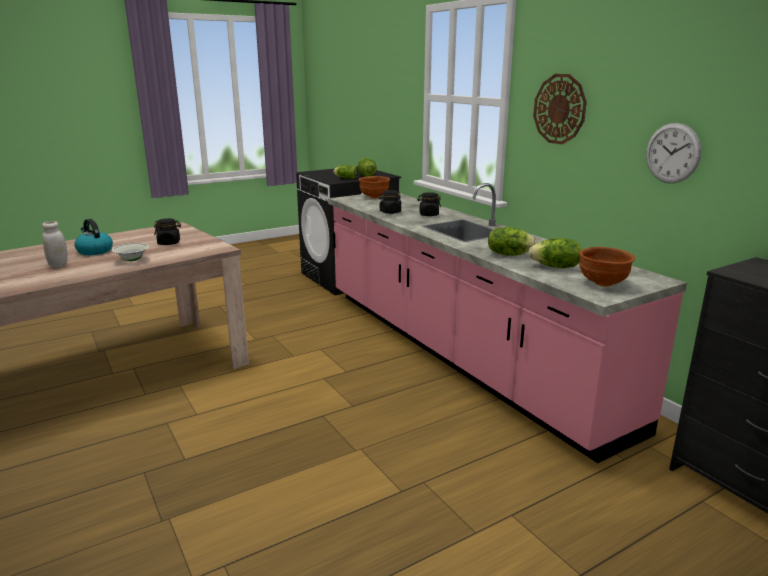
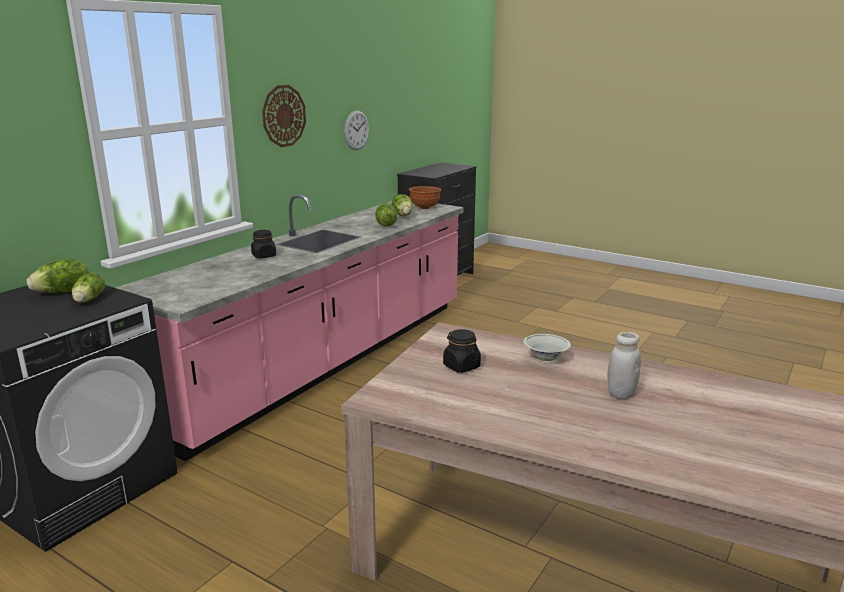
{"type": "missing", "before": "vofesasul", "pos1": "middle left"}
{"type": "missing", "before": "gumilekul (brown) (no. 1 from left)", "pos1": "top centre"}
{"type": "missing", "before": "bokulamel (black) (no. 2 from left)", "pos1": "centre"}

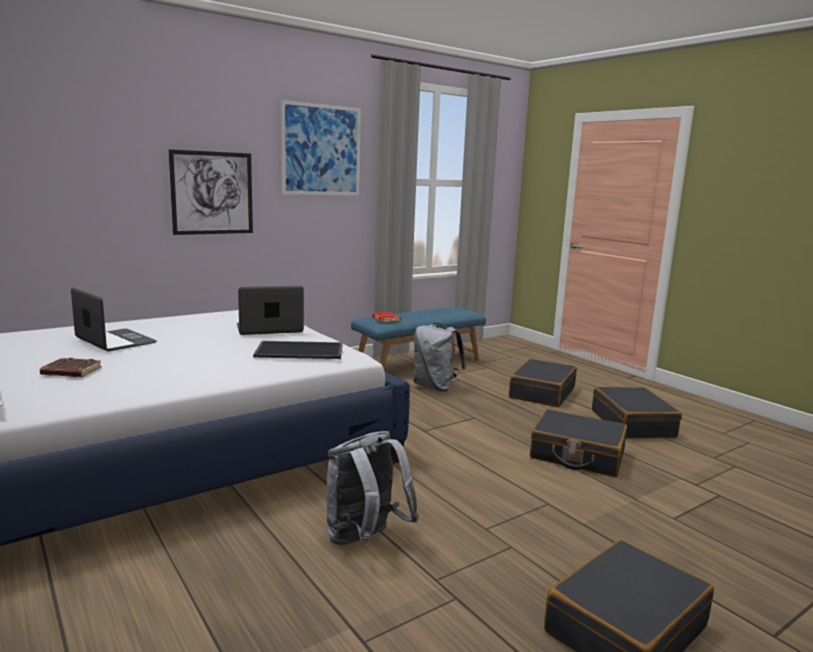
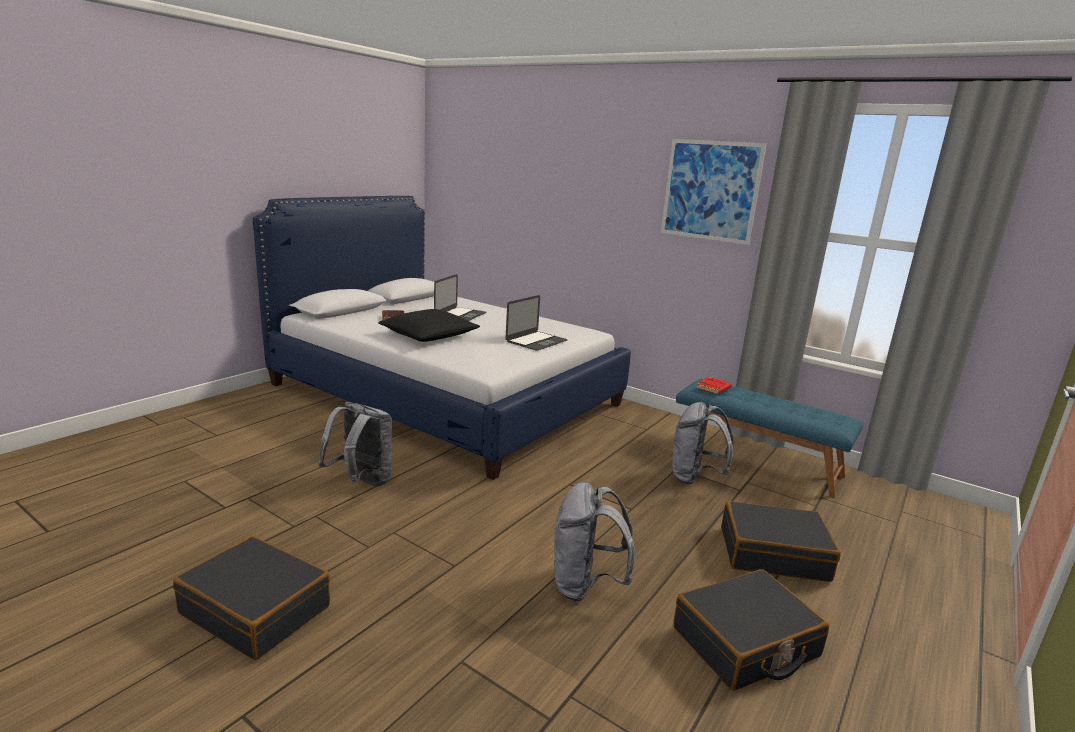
{"type": "missing", "before": "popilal (no. 1 from left)", "pos1": "top left"}
{"type": "spun", "before": "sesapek (no. 2 from left)", "pos1": "middle left", "pos2": "centre", "turn": 75}
{"type": "missing", "before": "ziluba", "pos1": "centre"}
{"type": "exchanged", "before": "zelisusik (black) (no. 2 from left)", "after": "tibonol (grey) (no. 2 from left)", "pos1": "bottom right", "pos2": "bottom centre"}
{"type": "appeared", "after": "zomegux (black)", "pos2": "centre"}

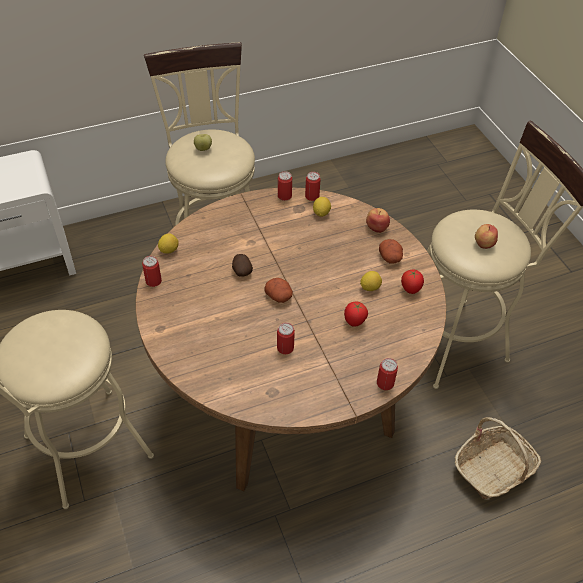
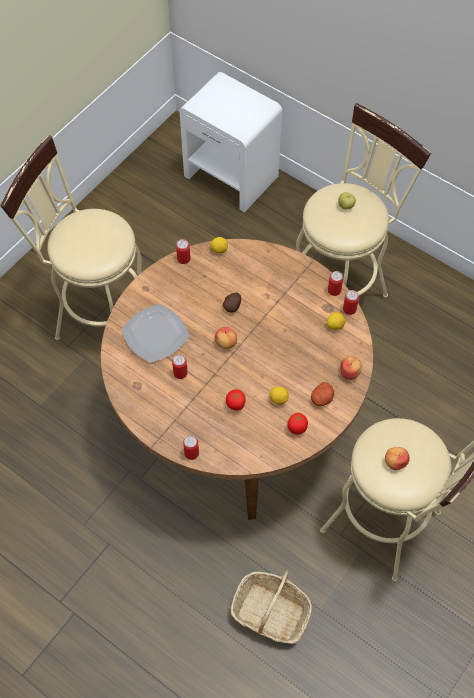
{"type": "exchanged", "before": "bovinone (no. 2 from left)", "after": "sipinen (no. 1 from left)", "pos1": "centre", "pos2": "centre"}
{"type": "appeared", "after": "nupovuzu", "pos2": "middle left"}

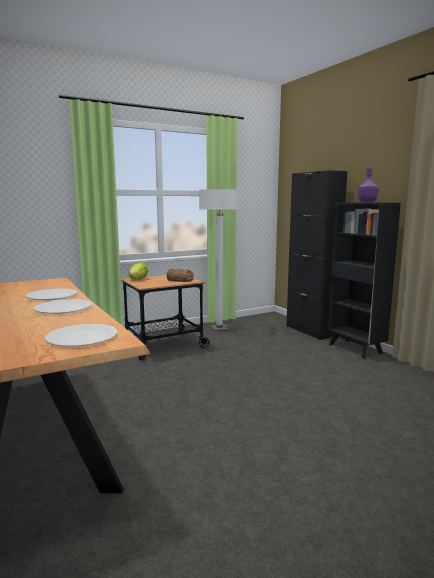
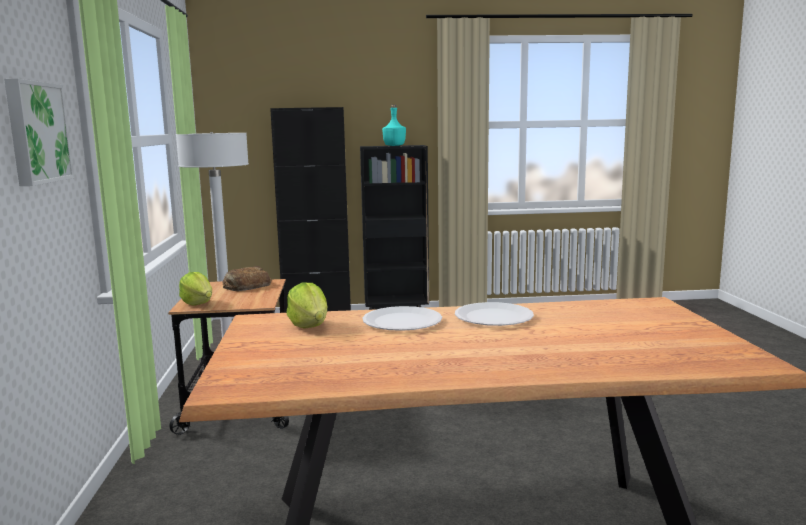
{"type": "missing", "before": "nupovuzu (white) (no. 3 from left)", "pos1": "middle left"}
{"type": "colour", "before": "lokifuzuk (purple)", "after": "lokifuzuk (turquoise)", "pos1": "top right", "pos2": "top centre"}
{"type": "appeared", "after": "popilal", "pos2": "top left"}
{"type": "appeared", "after": "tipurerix (no. 2 from left)", "pos2": "centre"}

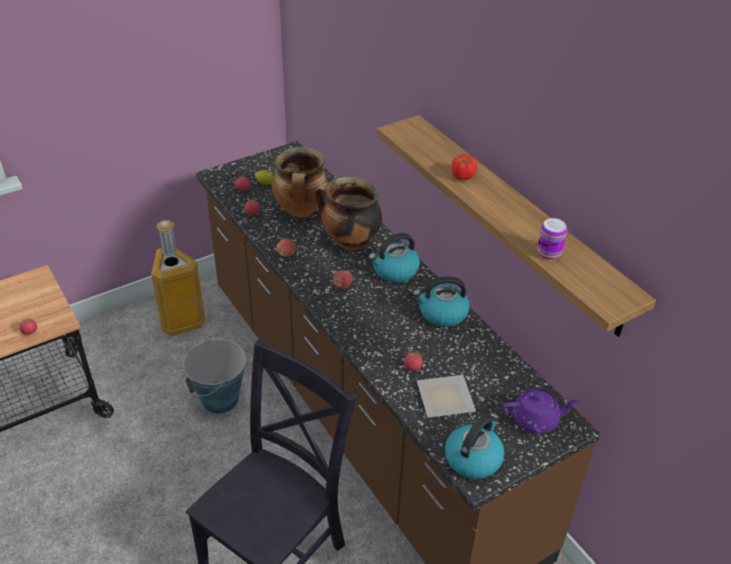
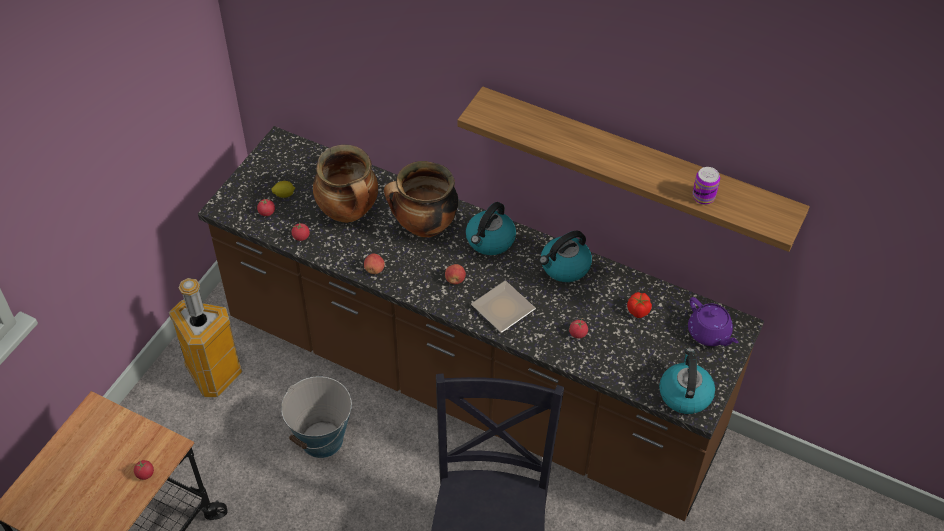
{"type": "relocated", "before": "nupovuzu", "pos1": "bottom centre", "pos2": "centre"}
{"type": "relocated", "before": "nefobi (no. 5 from left)", "pos1": "top centre", "pos2": "middle right"}
{"type": "spun", "before": "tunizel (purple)", "pos1": "bottom right", "pos2": "middle right", "turn": 90}

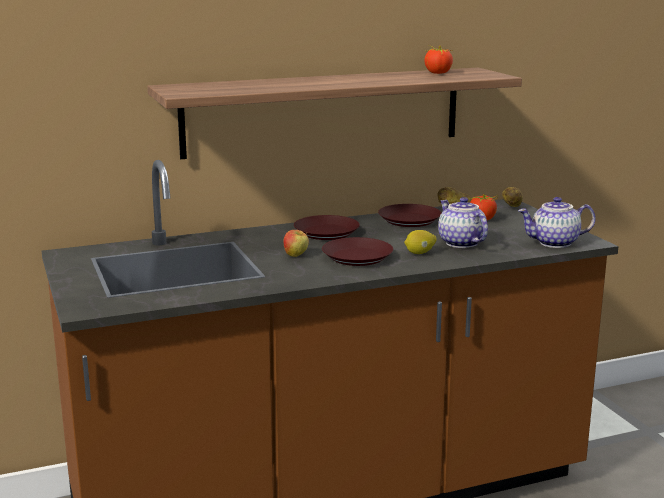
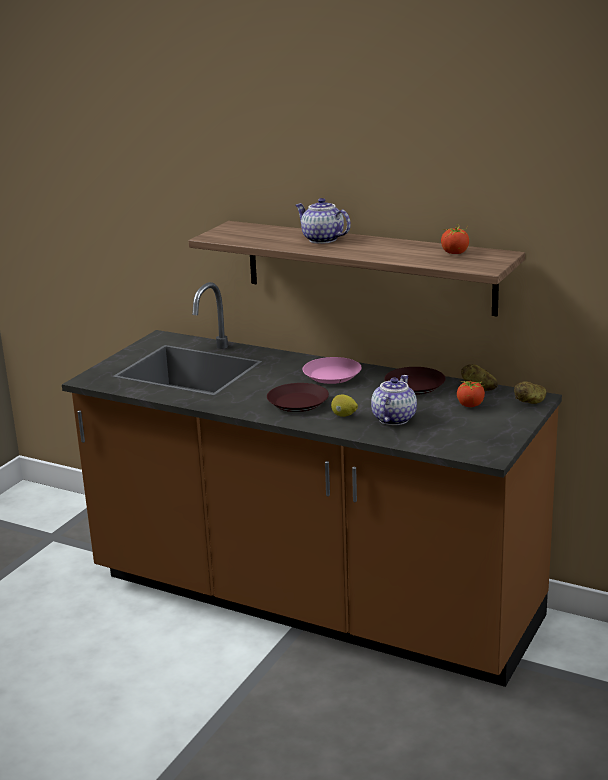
{"type": "missing", "before": "sipinen", "pos1": "centre"}
{"type": "colour", "before": "nupovuzu (brown) (no. 1 from left)", "after": "nupovuzu (pink)", "pos1": "centre", "pos2": "centre"}
{"type": "relocated", "before": "tunizel (no. 2 from left in the first image)", "after": "tunizel (no. 1 from left)", "pos1": "middle right", "pos2": "top centre"}

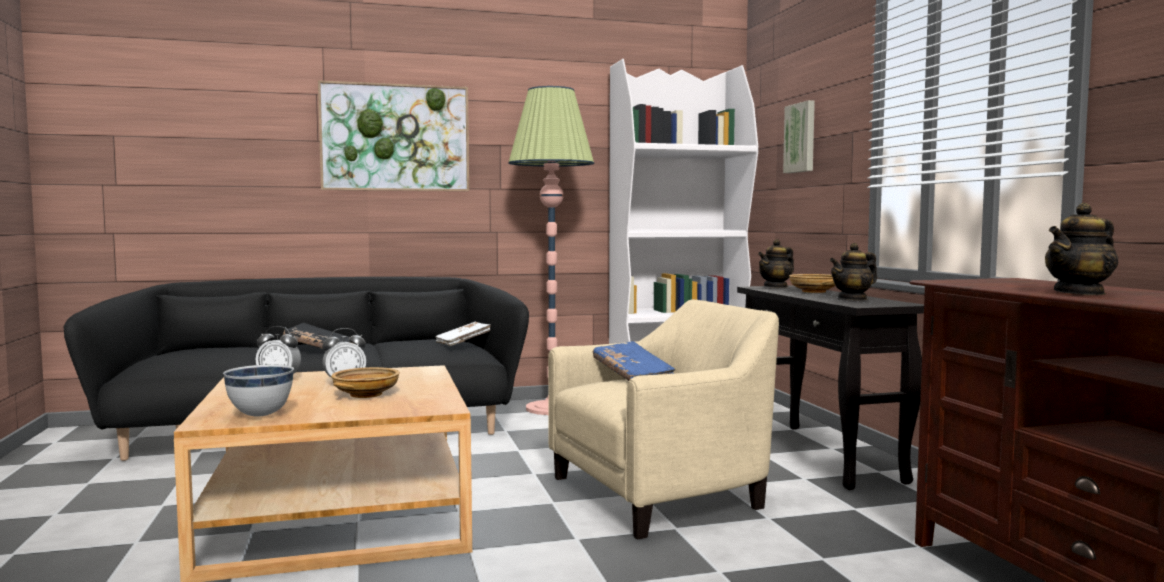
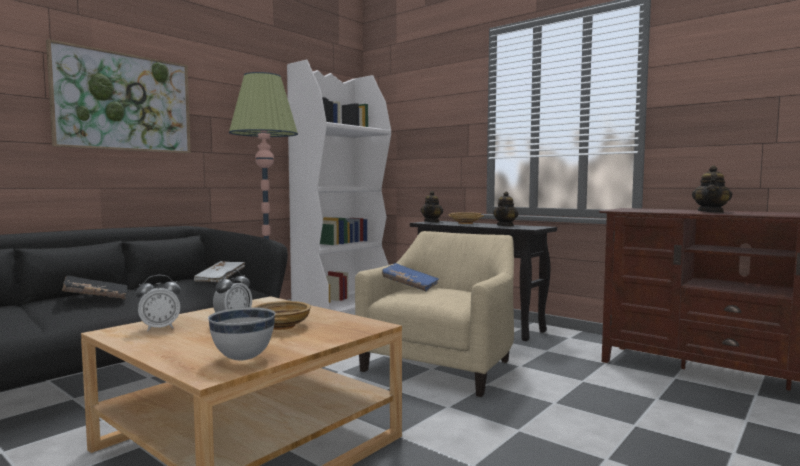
{"type": "missing", "before": "popilal (no. 2 from left)", "pos1": "top right"}

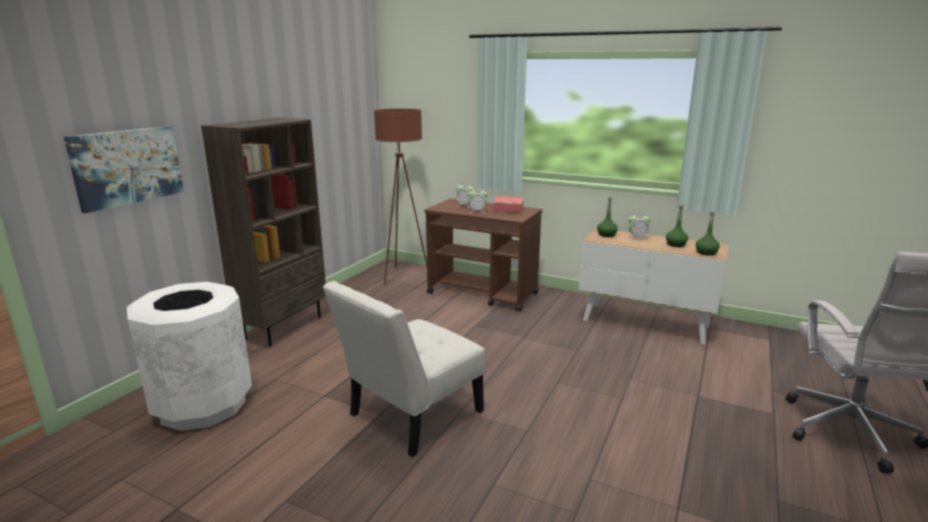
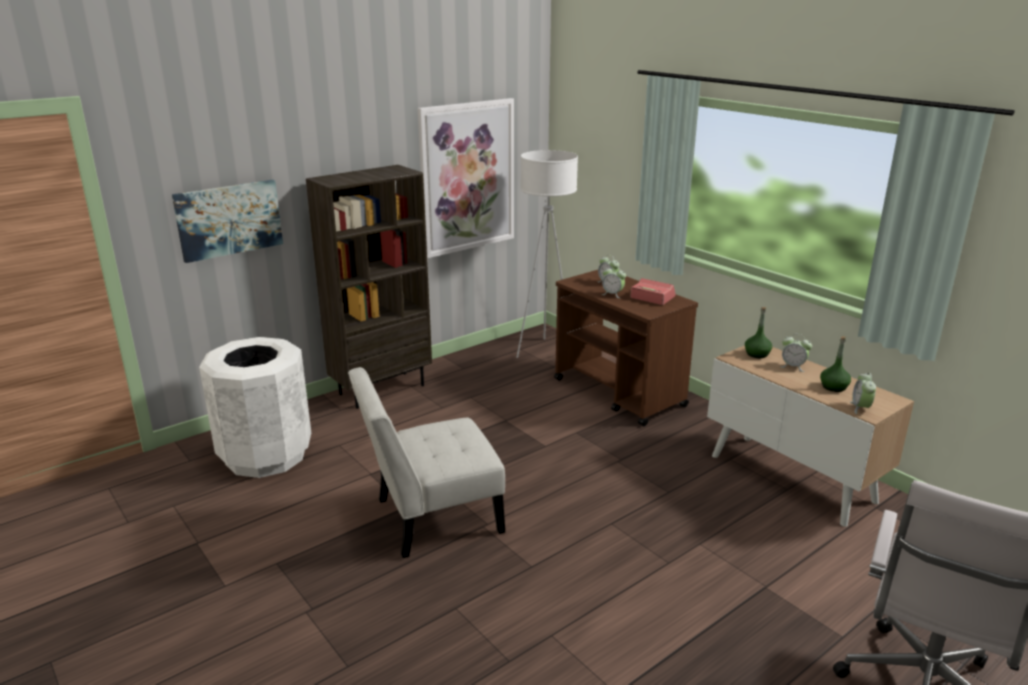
{"type": "colour", "before": "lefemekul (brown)", "after": "lefemekul (white)", "pos1": "centre", "pos2": "centre"}
{"type": "exchanged", "before": "lokifuzuk (green) (no. 3 from left)", "after": "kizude (no. 5 from left)", "pos1": "middle right", "pos2": "middle right"}
{"type": "appeared", "after": "popilal (no. 2 from left)", "pos2": "top centre"}

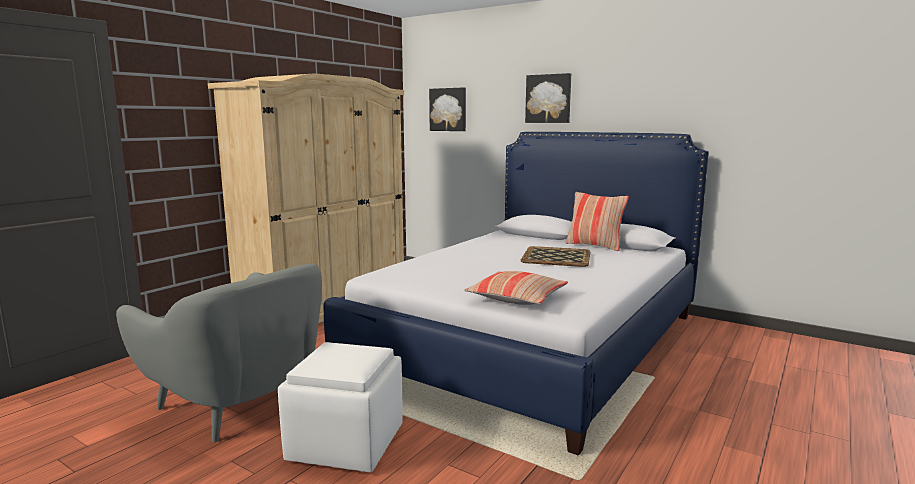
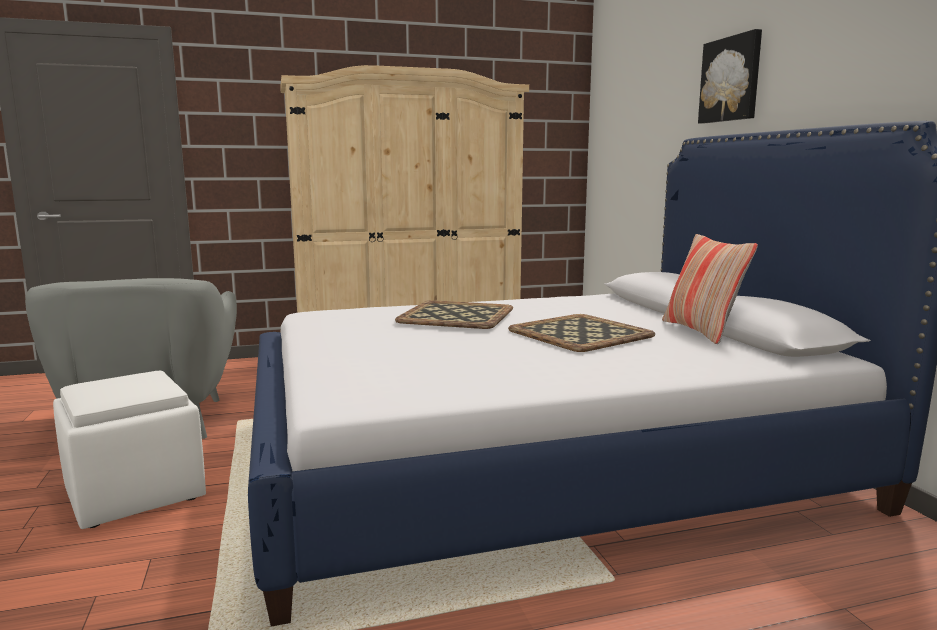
{"type": "missing", "before": "popilal (no. 1 from left)", "pos1": "top centre"}
{"type": "missing", "before": "zomegux (no. 1 from left)", "pos1": "centre"}
{"type": "appeared", "after": "ziluba (no. 1 from left)", "pos2": "centre"}

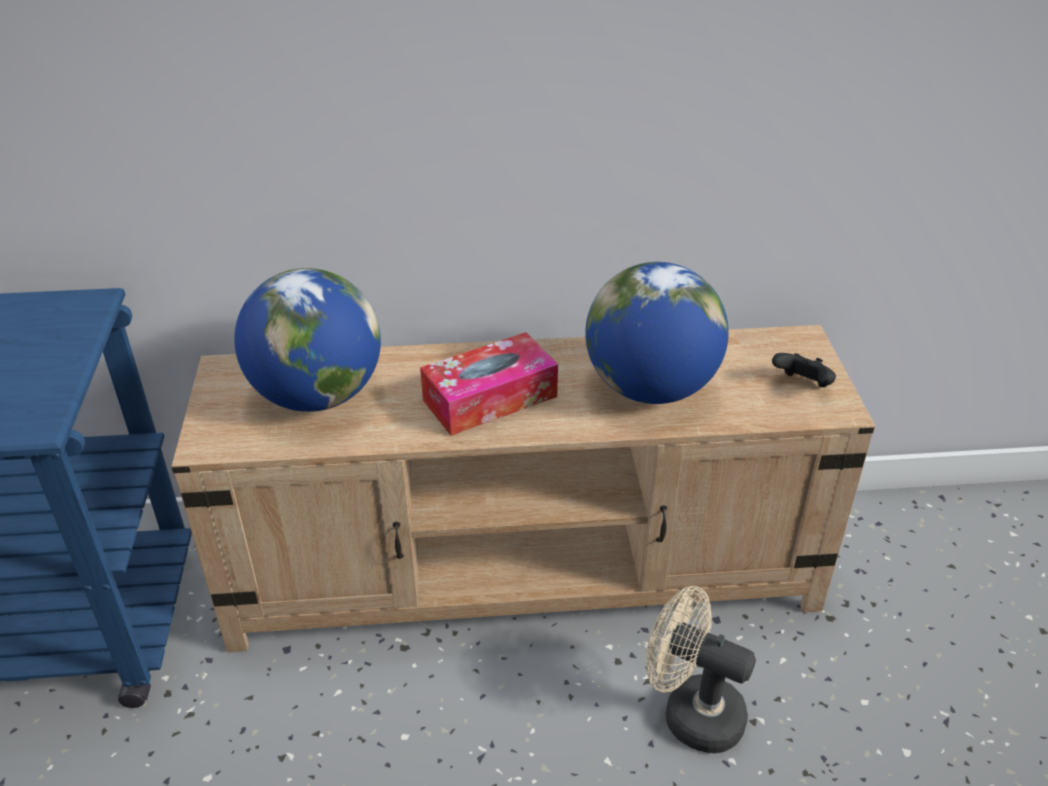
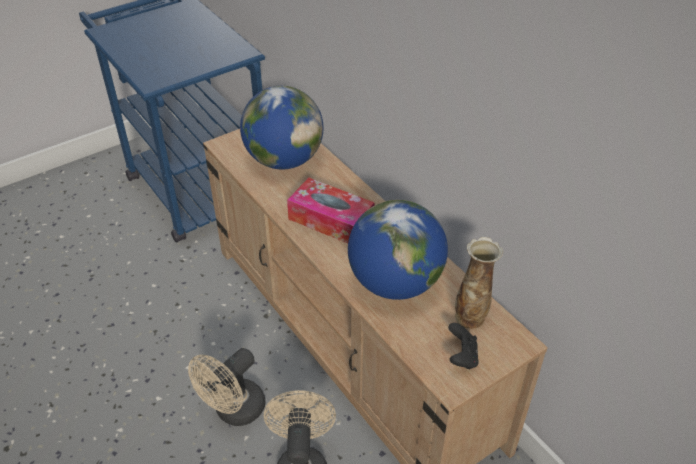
{"type": "appeared", "after": "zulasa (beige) (no. 1 from left)", "pos2": "bottom left"}
{"type": "appeared", "after": "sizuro", "pos2": "middle right"}

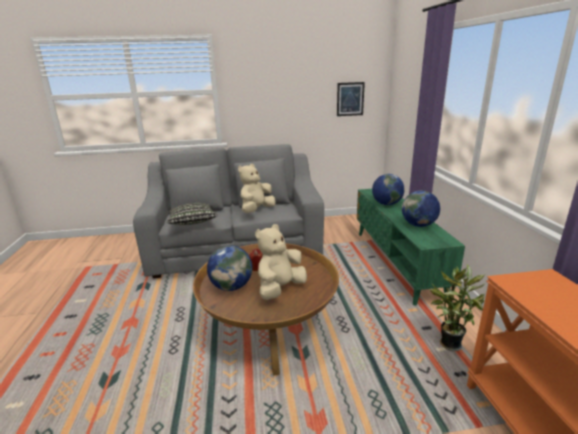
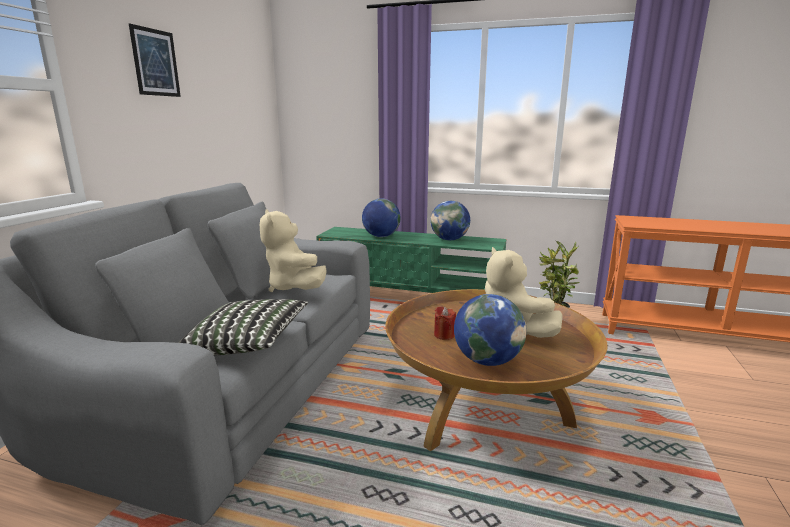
{"type": "relocated", "before": "popilal", "pos1": "top centre", "pos2": "top left"}

